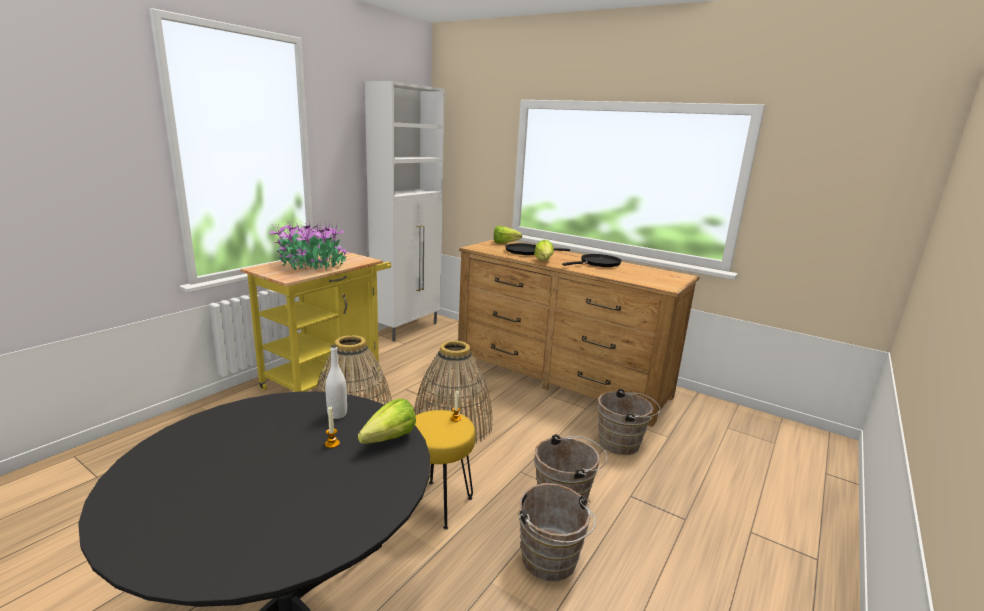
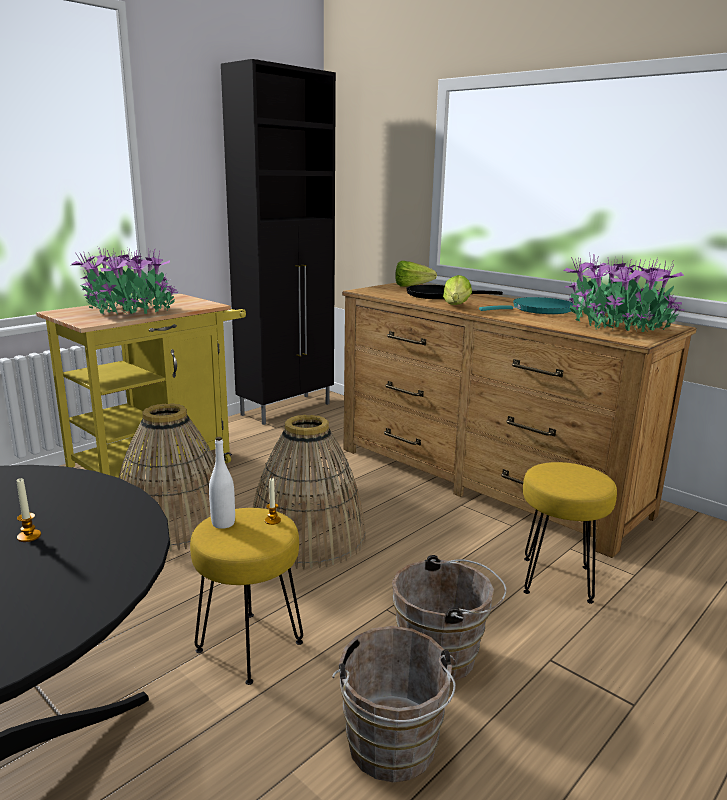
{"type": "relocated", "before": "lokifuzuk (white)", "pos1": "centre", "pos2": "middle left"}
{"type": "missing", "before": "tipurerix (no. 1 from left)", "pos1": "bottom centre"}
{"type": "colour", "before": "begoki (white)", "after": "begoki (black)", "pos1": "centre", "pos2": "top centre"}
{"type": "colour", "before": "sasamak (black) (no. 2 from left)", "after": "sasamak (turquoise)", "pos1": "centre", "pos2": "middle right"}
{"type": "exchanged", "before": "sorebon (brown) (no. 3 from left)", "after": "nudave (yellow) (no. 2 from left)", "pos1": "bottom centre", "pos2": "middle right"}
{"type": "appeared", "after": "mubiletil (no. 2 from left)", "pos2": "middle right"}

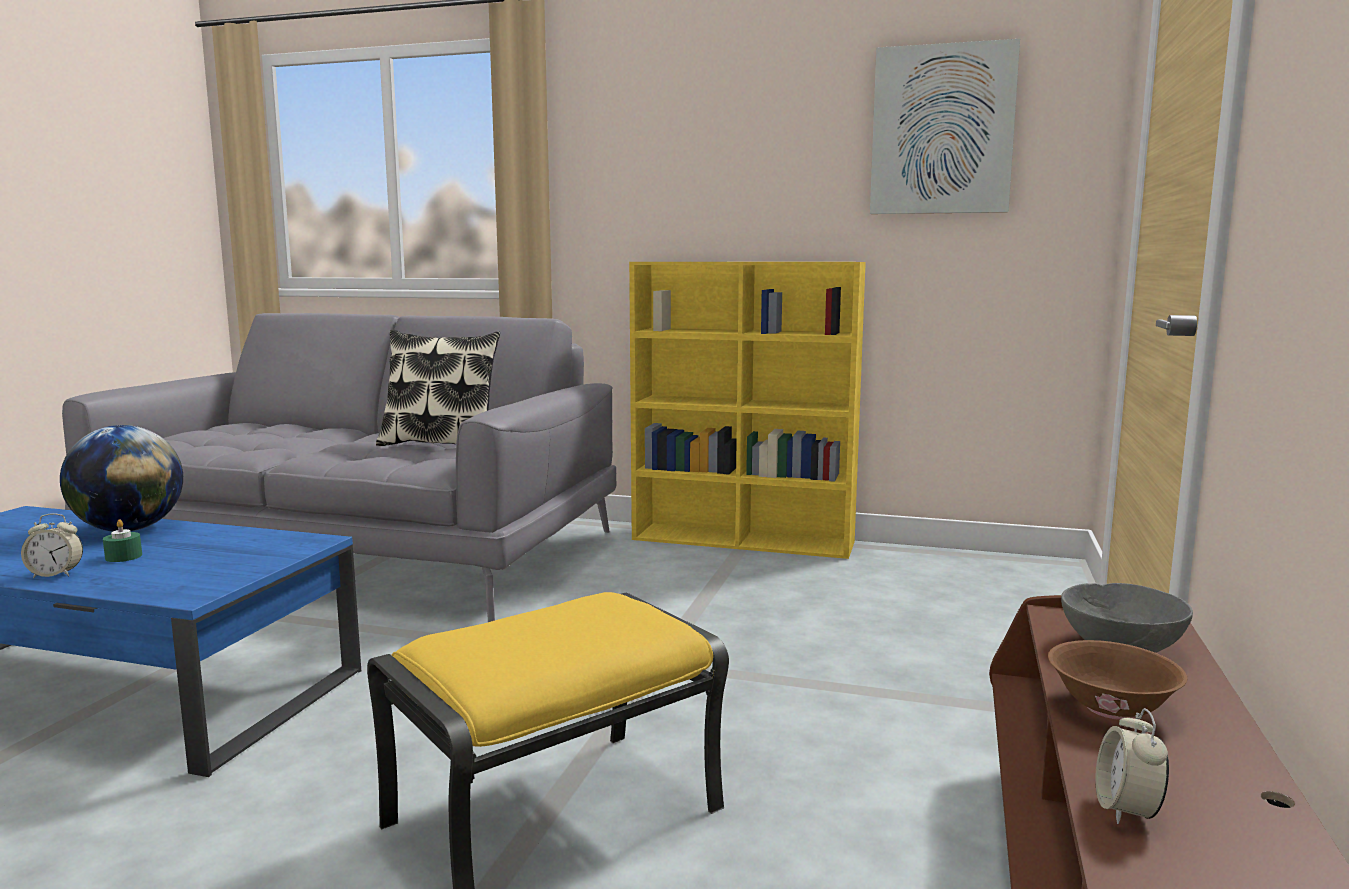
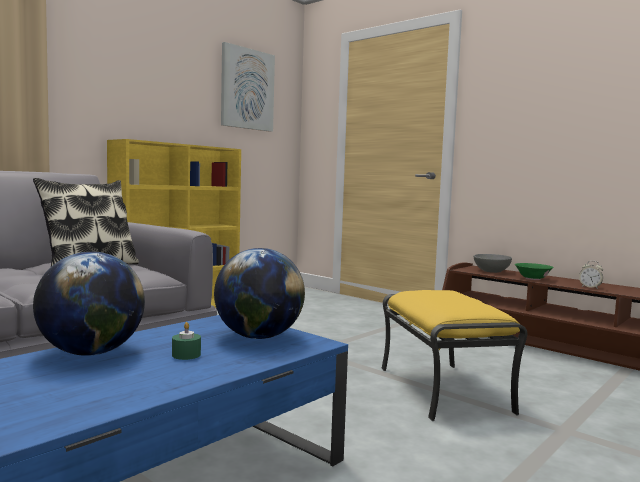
{"type": "missing", "before": "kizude (no. 1 from left)", "pos1": "middle left"}
{"type": "colour", "before": "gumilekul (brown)", "after": "gumilekul (green)", "pos1": "bottom right", "pos2": "middle right"}
{"type": "appeared", "after": "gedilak (no. 2 from left)", "pos2": "centre"}

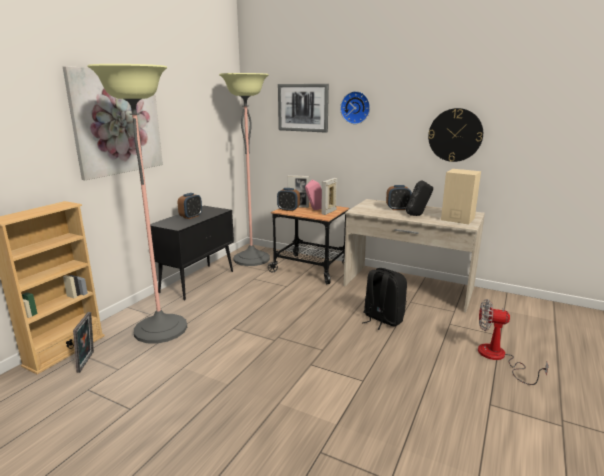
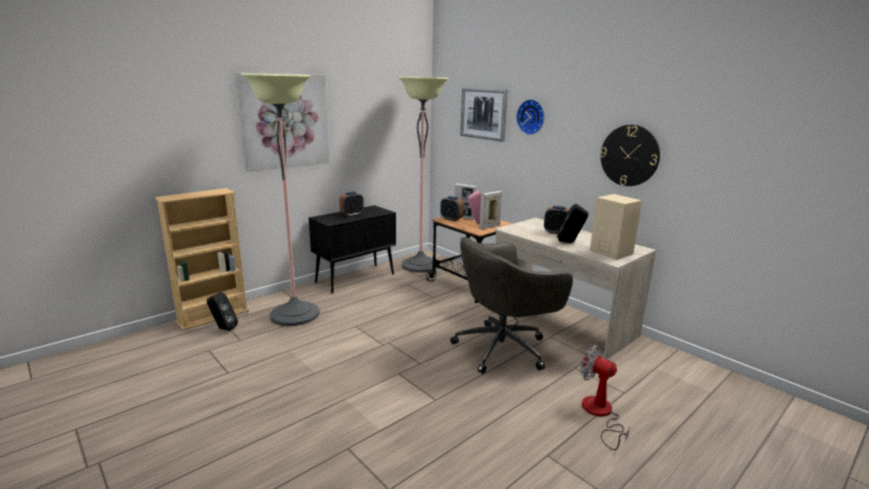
{"type": "exchanged", "before": "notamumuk (no. 1 from left)", "after": "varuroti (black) (no. 1 from left)", "pos1": "bottom left", "pos2": "middle left"}
{"type": "exchanged", "before": "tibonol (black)", "after": "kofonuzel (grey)", "pos1": "centre", "pos2": "centre"}

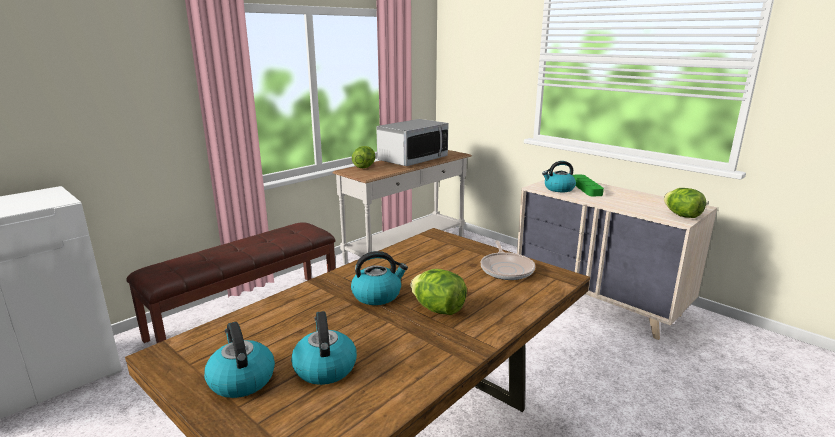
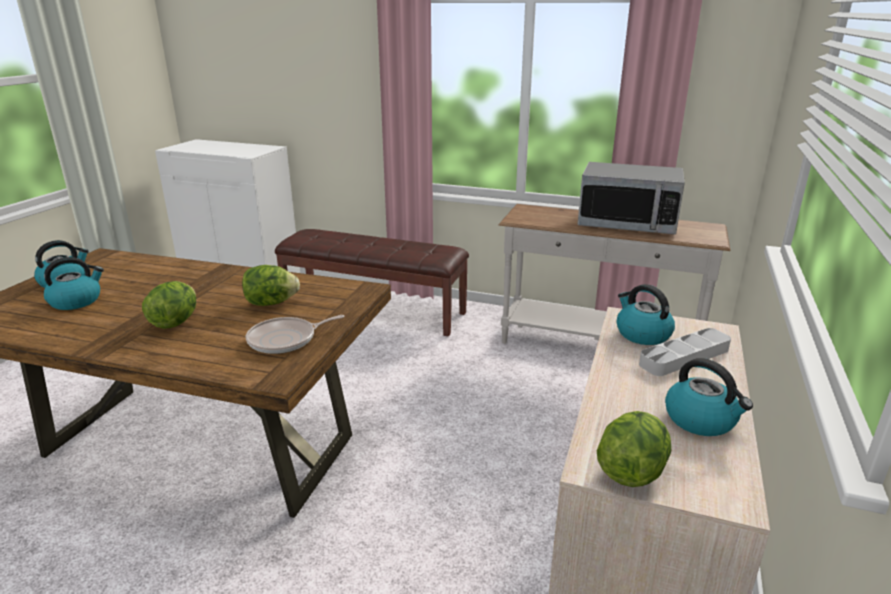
{"type": "relocated", "before": "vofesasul (no. 3 from left in the first image)", "after": "vofesasul (no. 4 from left)", "pos1": "centre", "pos2": "bottom right"}
{"type": "relocated", "before": "tipurerix (no. 1 from left in the first image)", "after": "tipurerix (no. 2 from left)", "pos1": "centre", "pos2": "middle left"}
{"type": "colour", "before": "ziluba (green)", "after": "ziluba (grey)", "pos1": "middle right", "pos2": "middle right"}

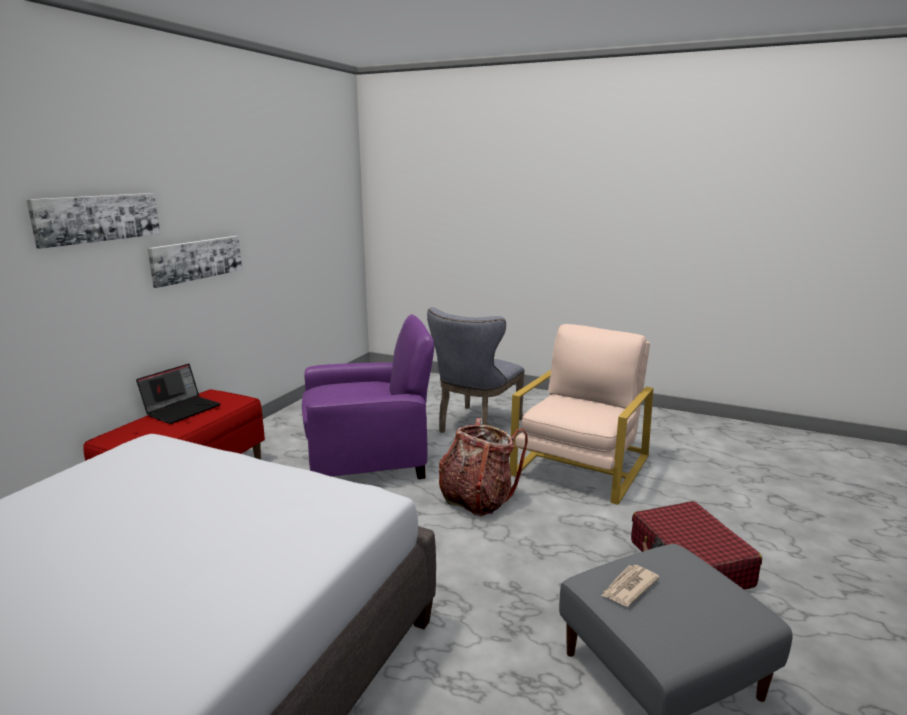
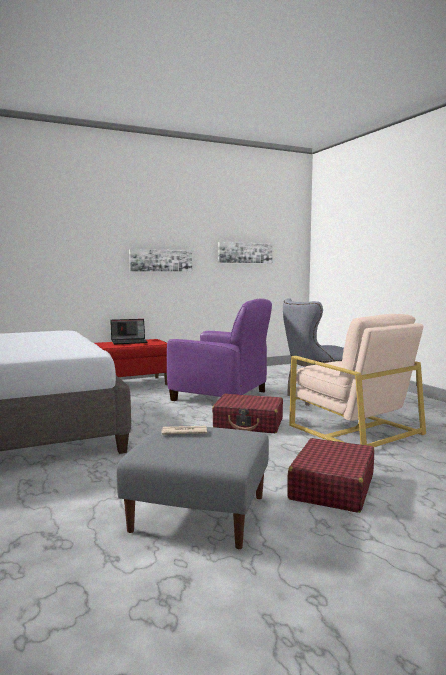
{"type": "relocated", "before": "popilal (no. 1 from left in the first image)", "after": "popilal (no. 2 from left)", "pos1": "top left", "pos2": "centre"}
{"type": "exchanged", "before": "tibonol", "after": "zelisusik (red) (no. 1 from left)", "pos1": "centre", "pos2": "centre"}
{"type": "spun", "before": "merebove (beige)", "pos1": "centre", "pos2": "middle right", "turn": 75}

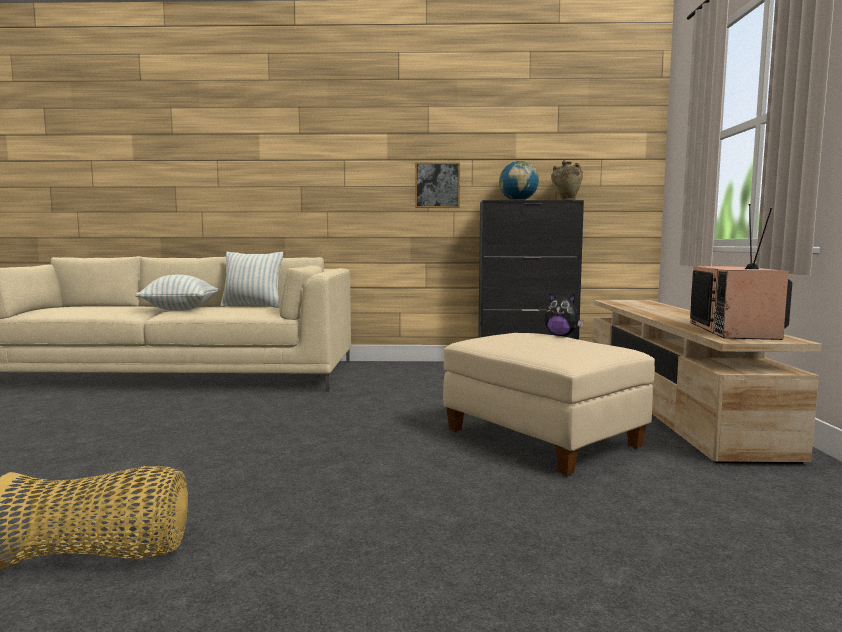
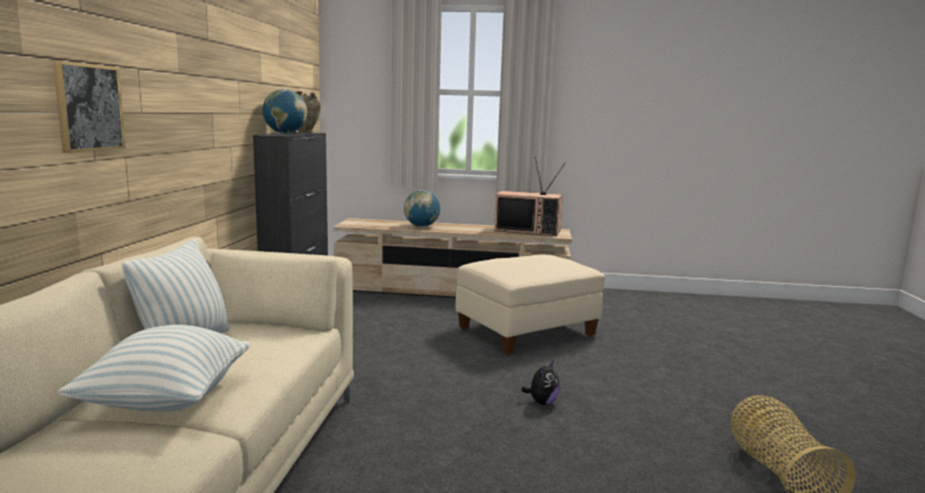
{"type": "relocated", "before": "popilal", "pos1": "top centre", "pos2": "top left"}
{"type": "relocated", "before": "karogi", "pos1": "middle right", "pos2": "bottom centre"}
{"type": "appeared", "after": "gedilak (no. 2 from left)", "pos2": "centre"}

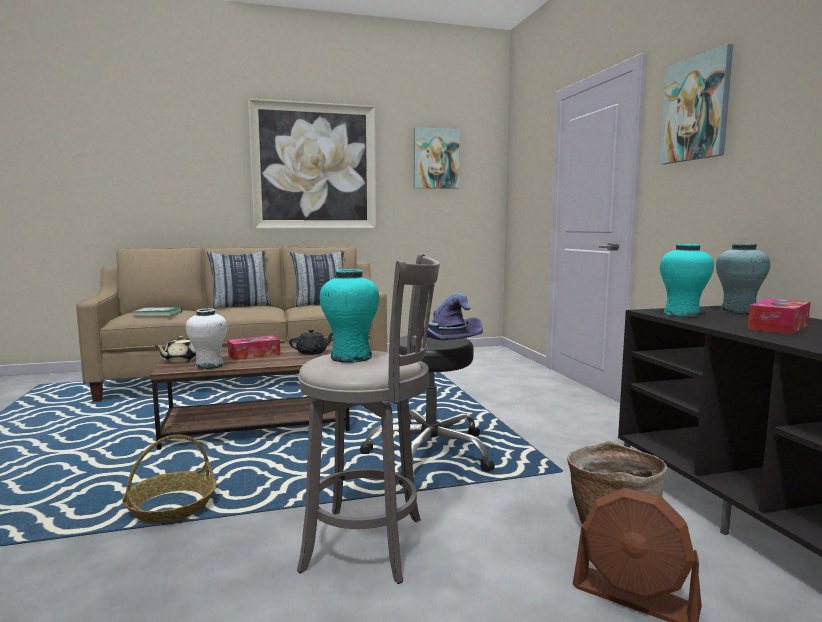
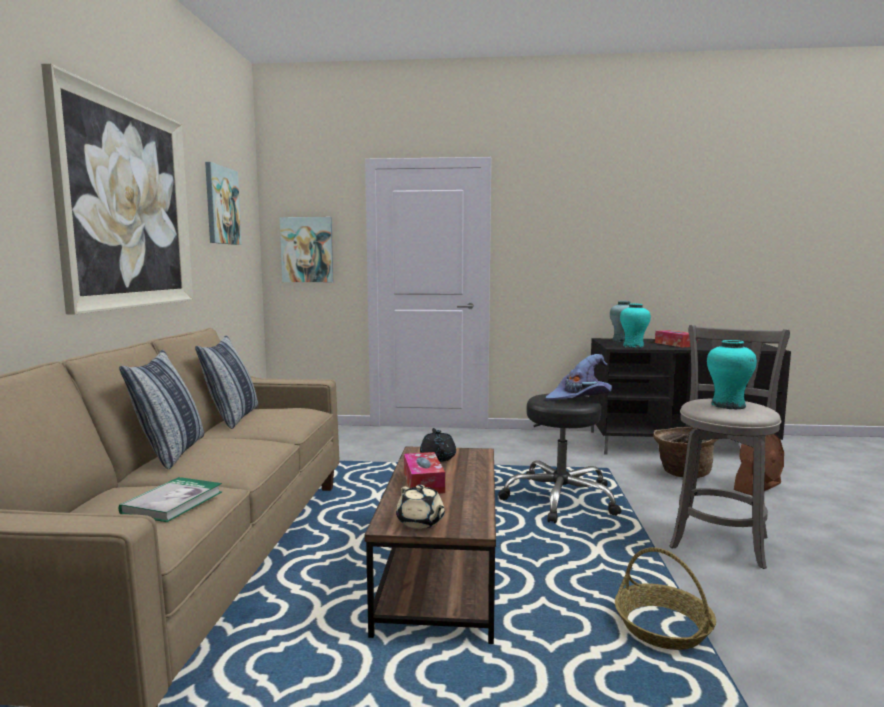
{"type": "missing", "before": "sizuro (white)", "pos1": "middle left"}
{"type": "relocated", "before": "popilal (no. 3 from left)", "pos1": "top right", "pos2": "centre"}

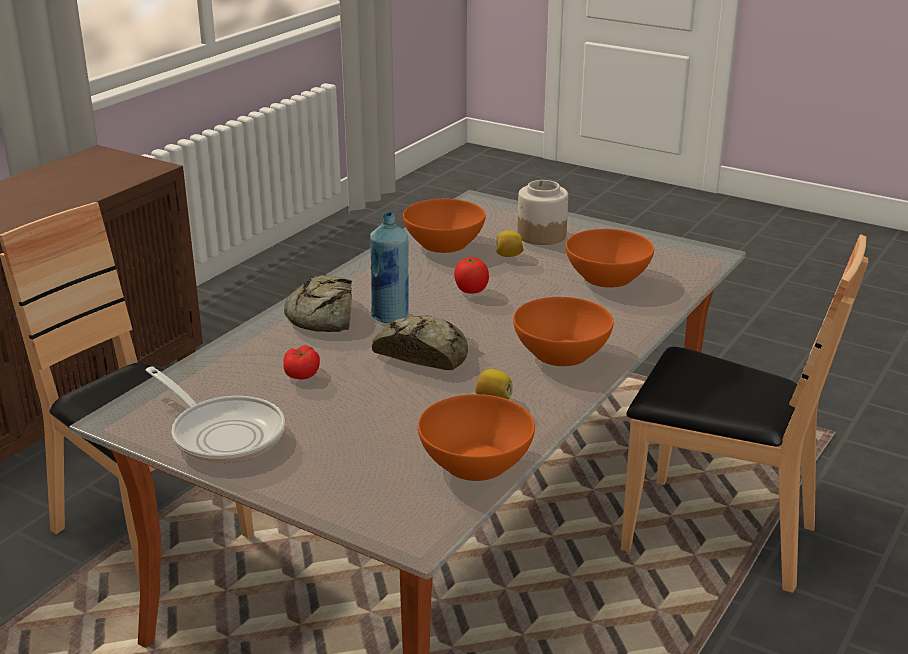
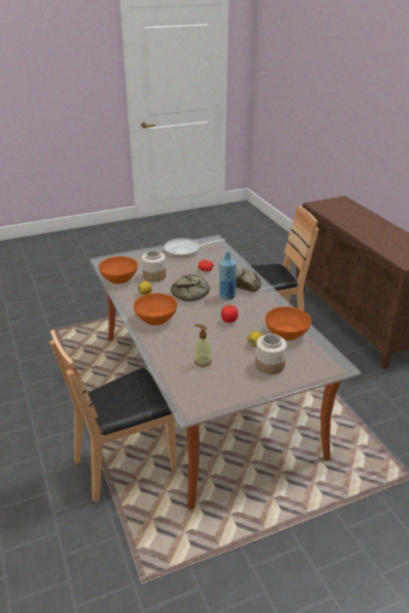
{"type": "exchanged", "before": "gumilekul (orange) (no. 4 from left)", "after": "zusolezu", "pos1": "middle right", "pos2": "centre"}
{"type": "appeared", "after": "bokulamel (no. 1 from left)", "pos2": "centre"}

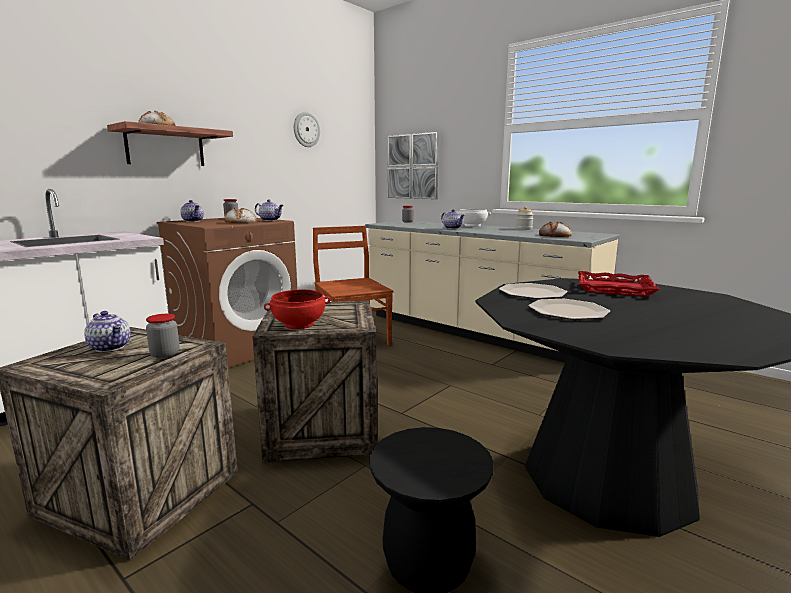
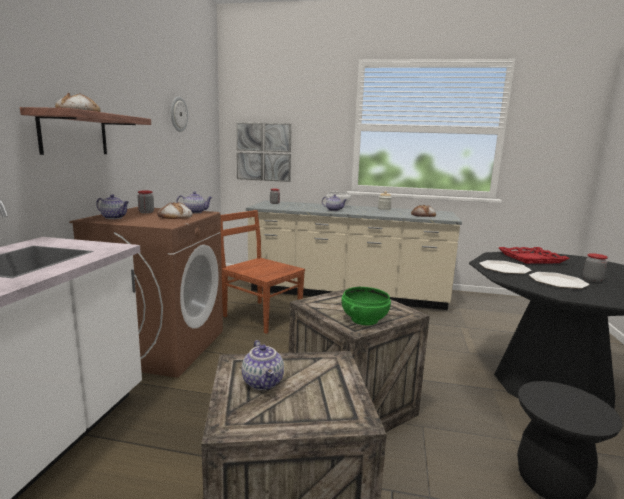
{"type": "spun", "before": "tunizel (no. 1 from left in the first image)", "pos1": "middle left", "pos2": "bottom centre", "turn": 60}
{"type": "relocated", "before": "bokulamel (no. 1 from left in the first image)", "after": "bokulamel (no. 4 from left)", "pos1": "middle left", "pos2": "middle right"}
{"type": "colour", "before": "gumilekul (red)", "after": "gumilekul (green)", "pos1": "centre", "pos2": "centre"}

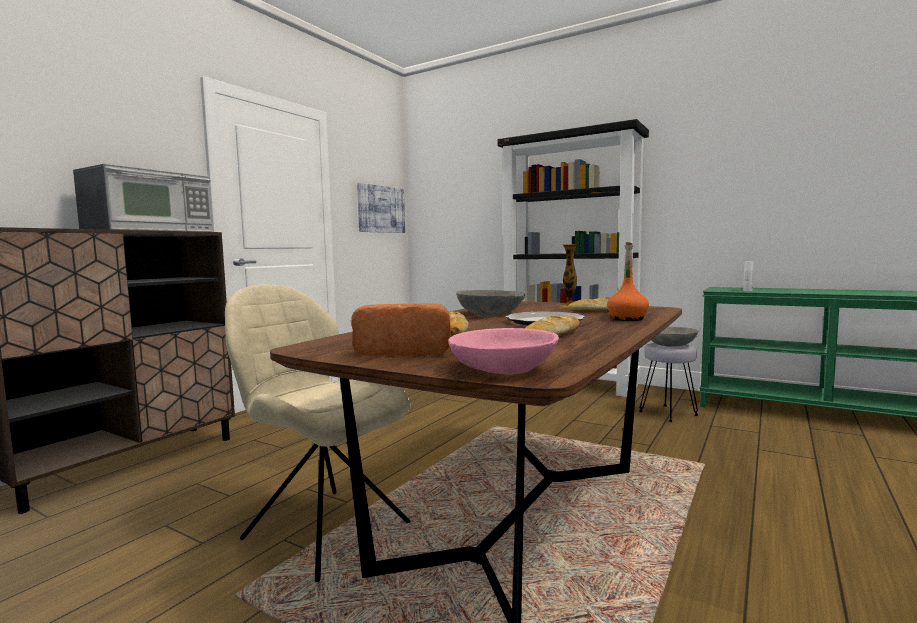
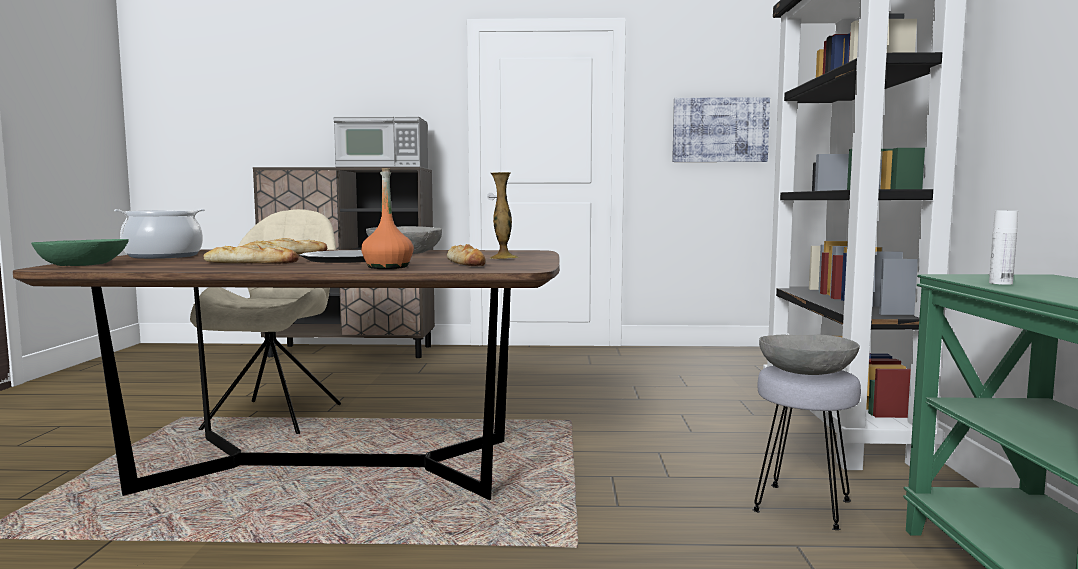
{"type": "exchanged", "before": "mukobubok (no. 1 from left)", "after": "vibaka", "pos1": "centre", "pos2": "middle left"}
{"type": "colour", "before": "gumilekul (pink)", "after": "gumilekul (green)", "pos1": "centre", "pos2": "middle left"}

